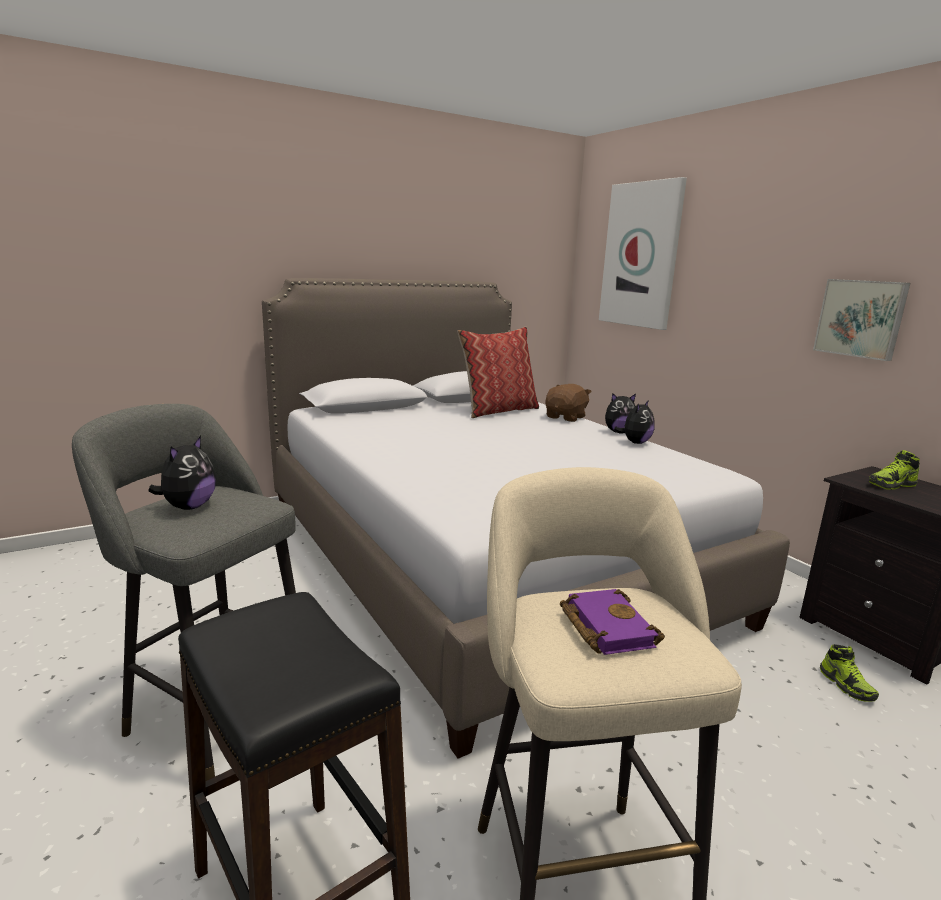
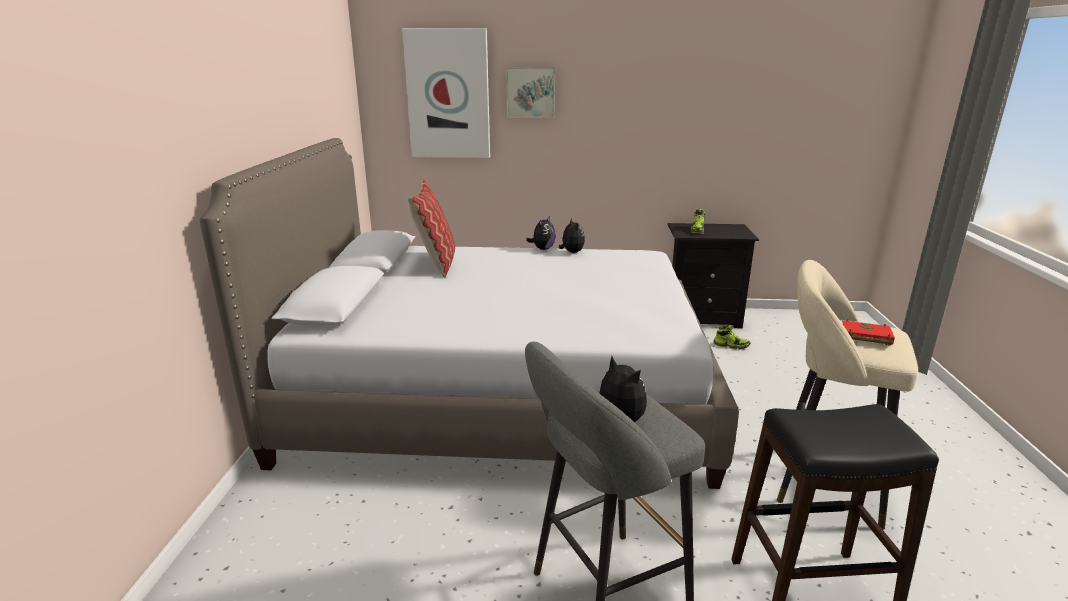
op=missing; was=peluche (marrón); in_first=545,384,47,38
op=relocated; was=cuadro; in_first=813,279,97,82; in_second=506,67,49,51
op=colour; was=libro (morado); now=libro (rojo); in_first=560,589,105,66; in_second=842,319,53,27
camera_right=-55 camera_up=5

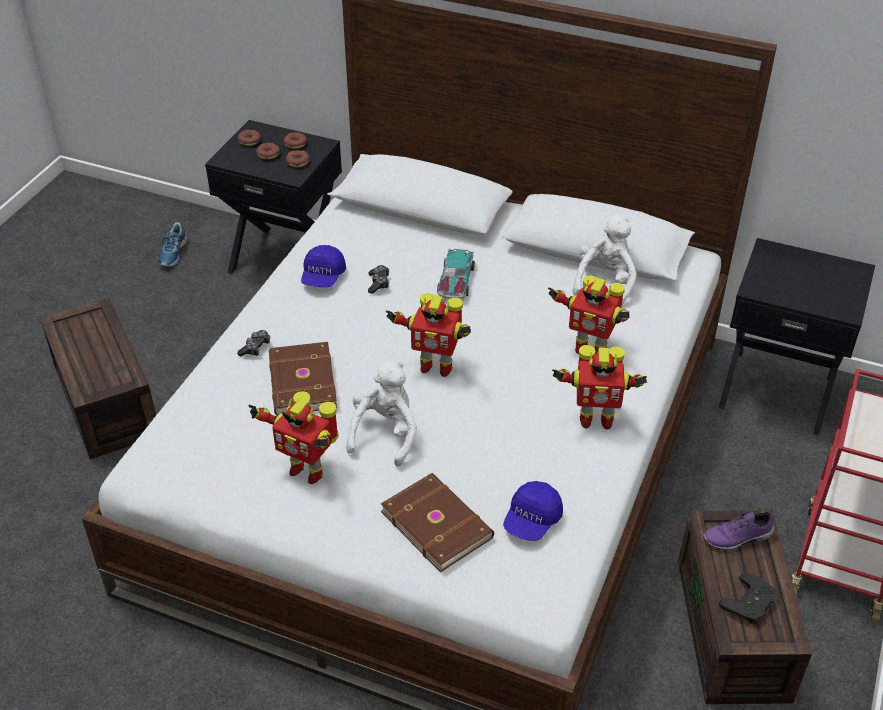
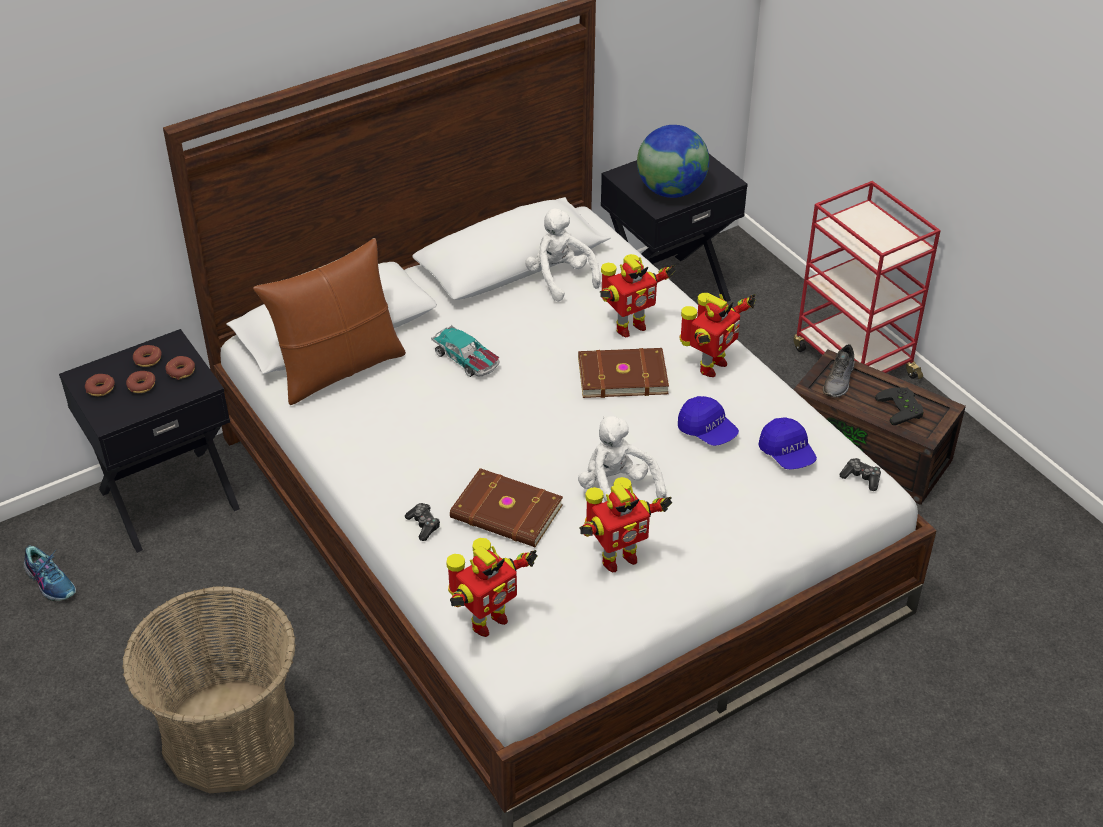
op=appeared; now=cojín (marrón); in_second=253,238,153,167
op=appeared; now=globo terráqueo; in_second=637,125,72,73
op=relocated; was=gorra (azul); in_first=301,245,45,42; in_second=678,396,61,50
op=relocated; was=mando de consola; in_first=368,265,21,29; in_second=840,458,41,33
op=relocated; was=libro (marrón); in_first=381,473,113,99; in_second=578,348,91,50
op=relocated; was=robot de juguete; in_first=385,293,86,84; in_second=446,538,92,99
op=exchanged; was=caja de almacenaje (marrón); now=cesta; in_first=40,298,116,161; in_second=122,586,174,208
op=colour; was=zapato (morado); now=zapato (gris); in_first=703,511,71,39; in_second=823,344,32,53
camera_right=-55 camera_up=0

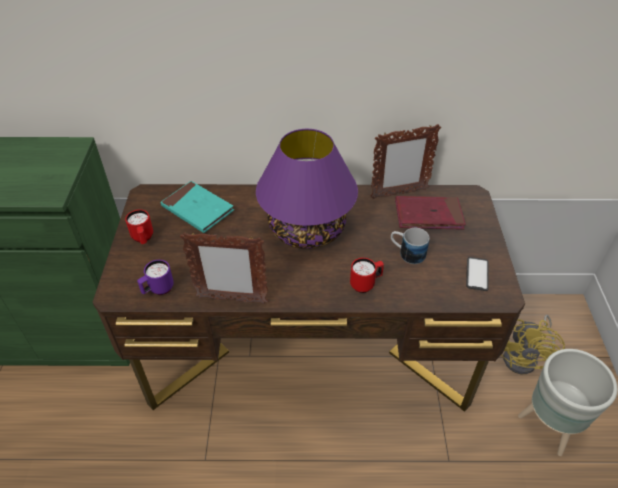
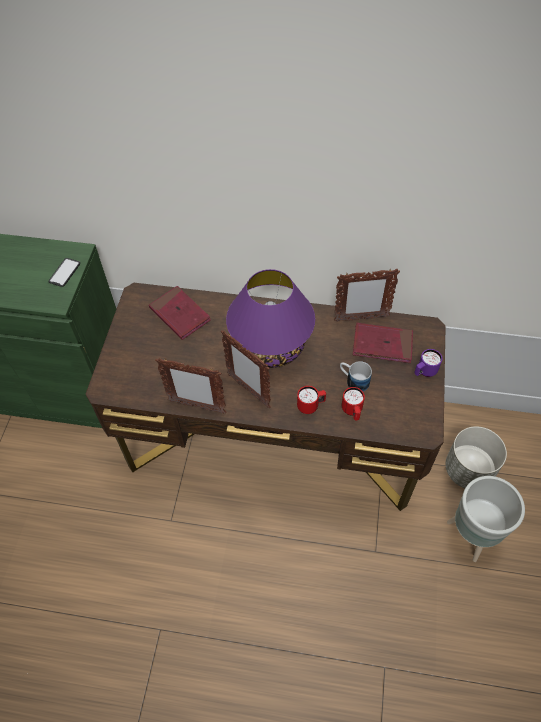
op=appeared; now=portarretratos; in_second=221,330,50,78
op=relocated; was=taza grande (rojo); in_first=125,210,28,34; in_second=342,387,23,34
op=relocated; was=taza grande (morado); in_first=137,260,37,35; in_second=414,349,28,28
op=relocated; was=móvil; in_first=466,257,23,34; in_second=49,258,31,29
op=exchanged; was=ventilador (amarillo); now=maceta (gris); in_first=501,315,64,59; in_second=445,426,62,62
op=colour; was=libro (turquesa); now=libro (rojo); in_first=160,181,74,52; in_second=149,286,62,54
camera_right=10 camera_up=10

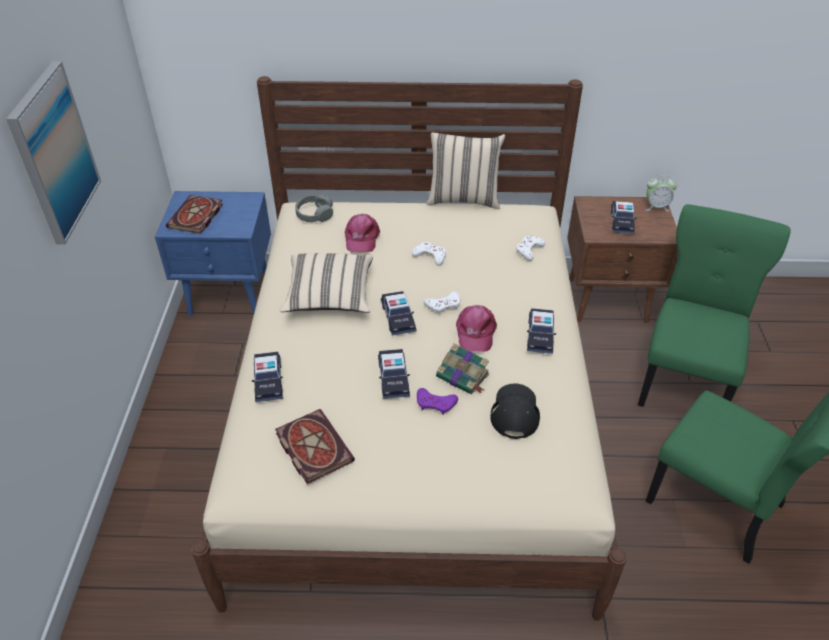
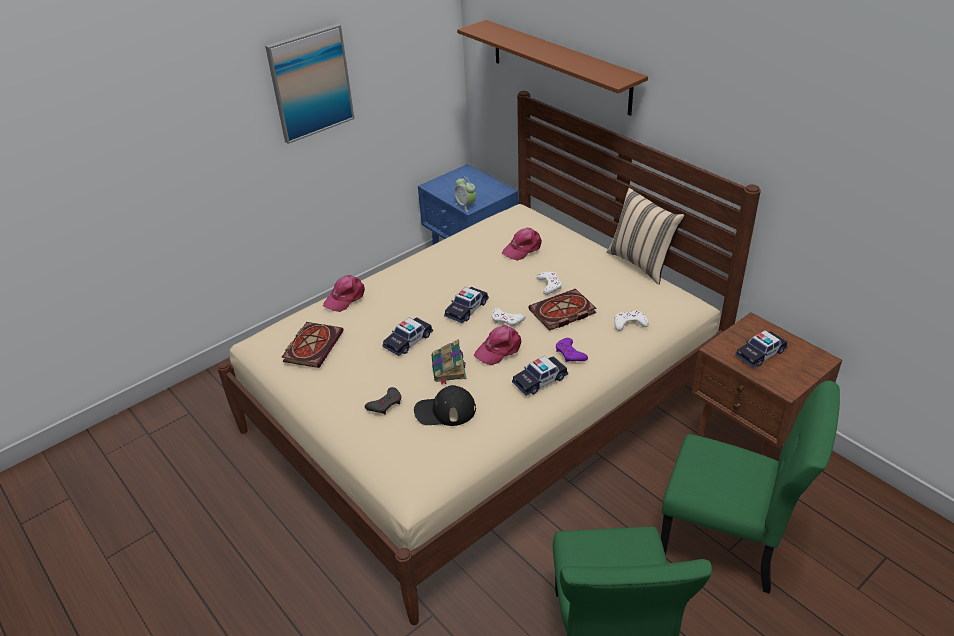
op=missing; was=cojín (beis); in_first=280,253,93,60
op=missing; was=auriculares (gris); in_first=295,194,38,28
op=appeared; now=mando de consola (gris); in_second=365,387,36,27
op=appeared; now=estante (marrón); in_second=457,20,191,96
op=relocated; was=libro; in_first=166,195,57,39; in_second=528,289,69,42
op=relocated; was=mando de consola (morado); in_first=417,388,41,27; in_second=556,338,32,24
op=relocated; was=despertador; in_first=646,175,31,37; in_second=455,177,21,35
op=exchanged; was=coche de juguete; now=gorra (rosa); in_first=252,352,31,50; in_second=323,275,42,37
op=spun; was=gorra (negro); in_first=490,383,50,56; in_second=414,385,62,41; clockwise=-150
op=spun; was=silla (verde); in_first=638,204,153,203; in_second=661,381,179,213; clockwise=45
camera_right=50 camera_up=-5

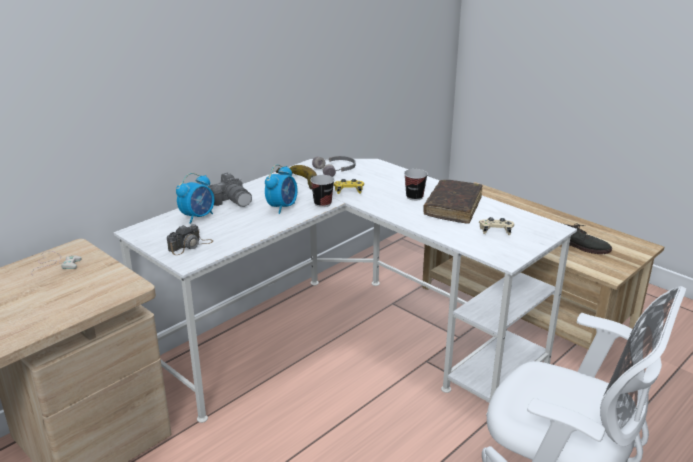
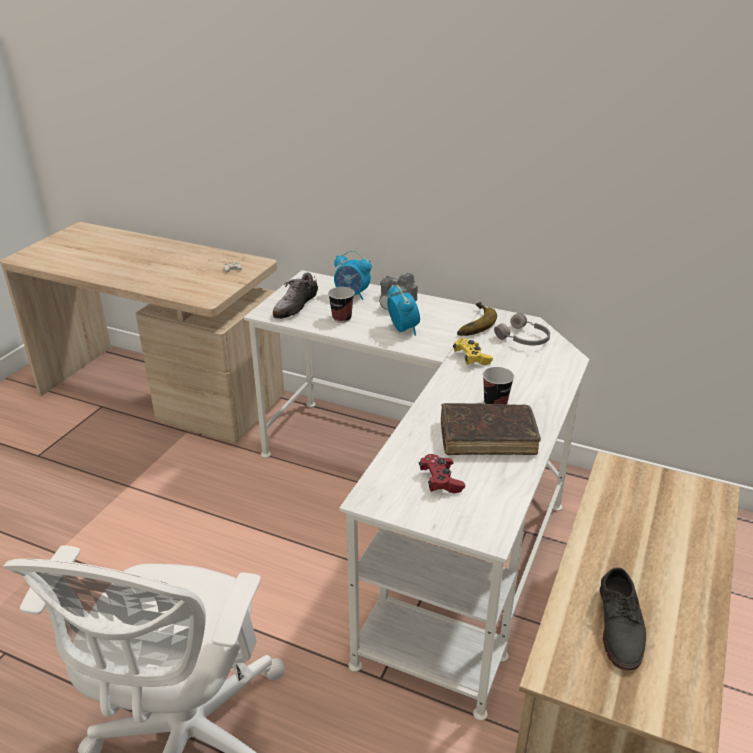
op=relocated; was=taza; in_first=310,175,24,32; in_second=328,287,26,36
op=exchanged; was=cámara; now=zapato; in_first=167,224,46,31; in_second=273,273,45,46
op=colour; was=mando de consola (beis); now=mando de consola (rojo); in_first=479,217,35,18; in_second=419,454,46,39
op=spun; was=despertador; in_first=265,164,33,50; in_second=387,285,33,51; clockwise=-120
camera_right=70 camera_up=5

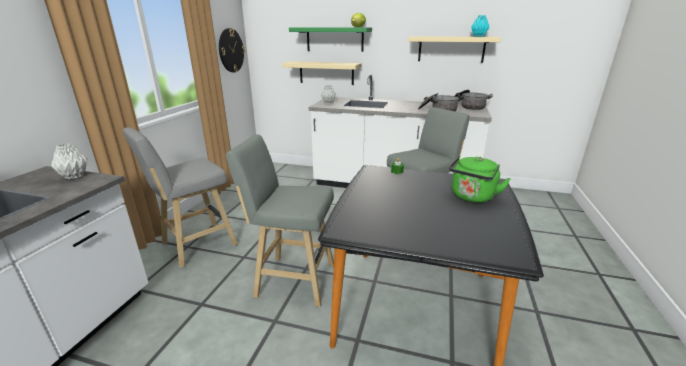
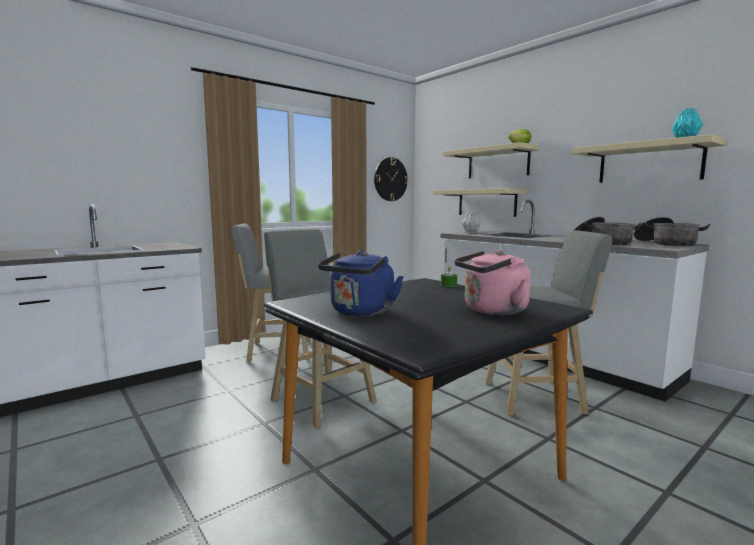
op=missing; was=florero (gris); in_first=51,143,37,36
op=appeared; now=hervidor (azul); in_second=318,250,86,66
op=colour; was=estante (verde); now=estante (beis); in_first=289,27,83,25; in_second=443,142,98,36
op=colour; was=hervidor (verde); now=hervidor (rosa); in_first=449,156,61,47; in_second=454,250,77,65
camera_right=35 camera_up=-15

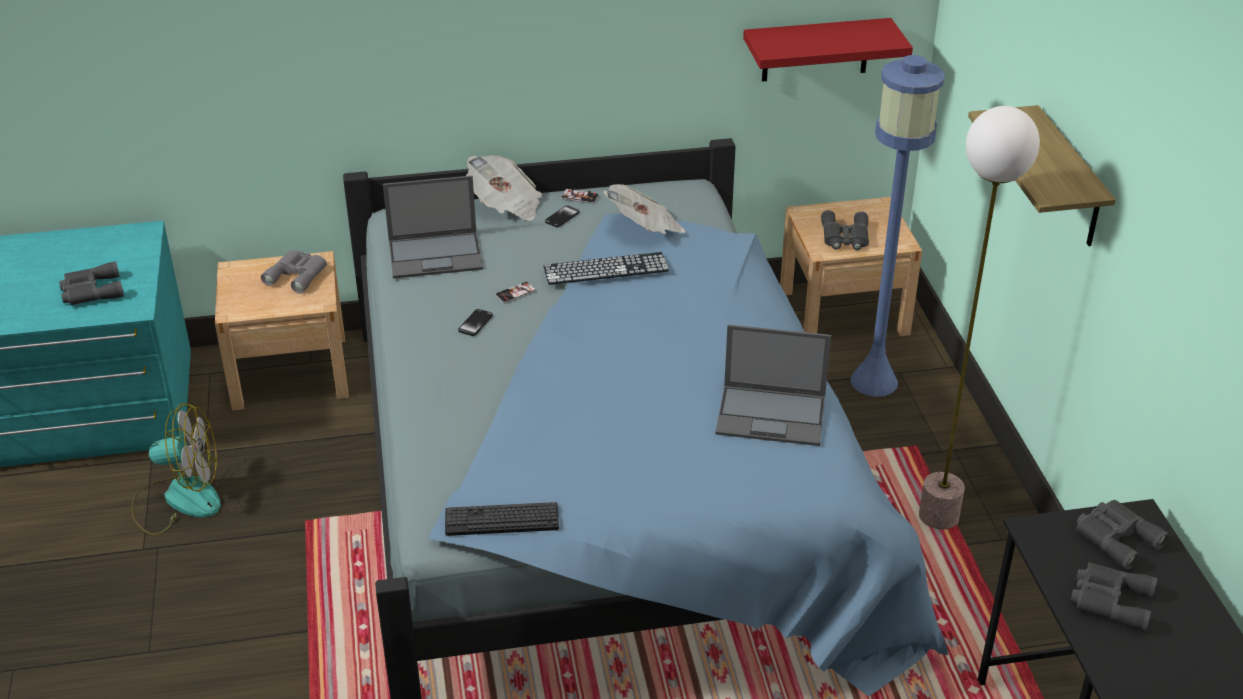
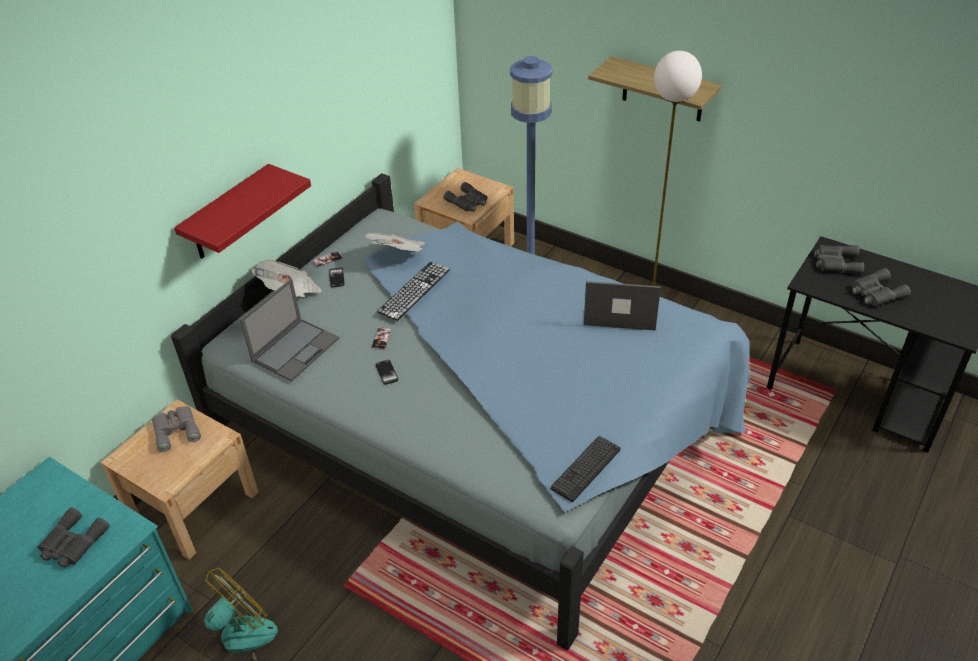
op=relocated; was=estante (rojo); in_first=743,18,170,64; in_second=174,164,137,95
op=spun; was=portátil; in_first=715,324,116,122; in_second=584,281,77,49; clockwise=-135
camera_right=-45 camera_up=5

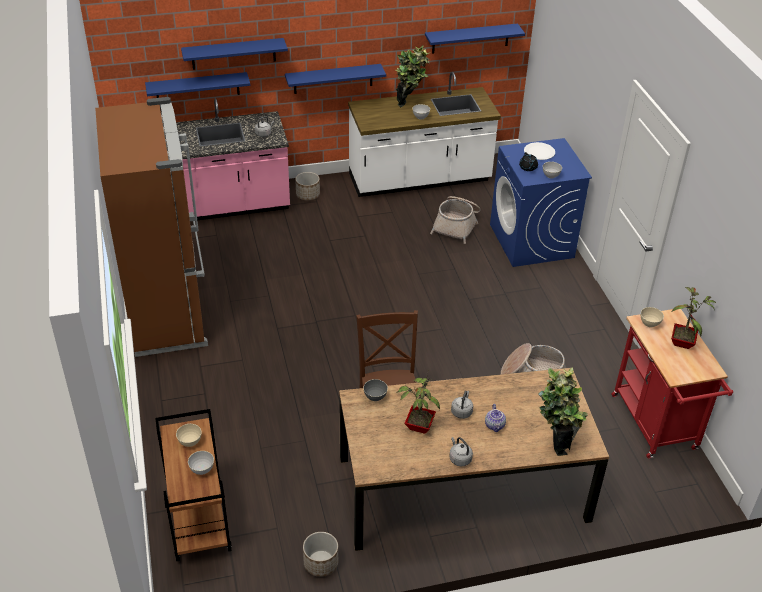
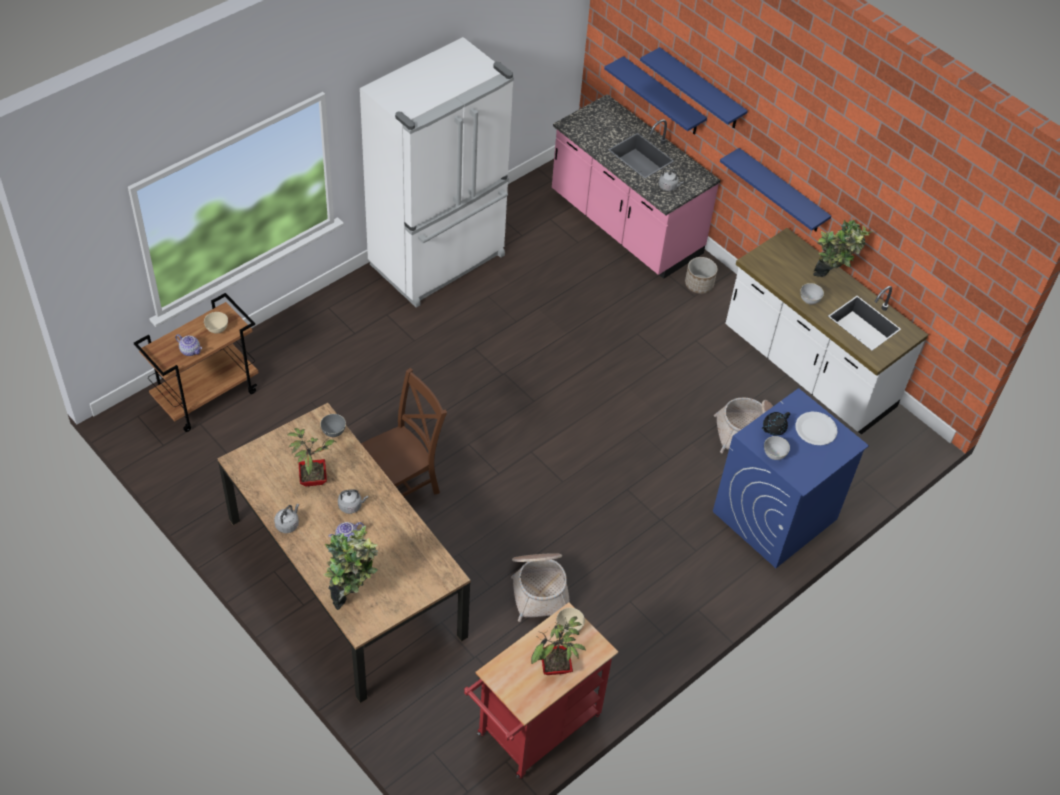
op=missing; was=maceta; in_first=303,532,35,45
op=missing; was=estante (azul); in_first=425,24,100,30
op=exchanged; was=cuenco (gris); now=tetera; in_first=188,451,26,24; in_second=175,334,27,22
op=colour; was=nevera (marrón); now=nevera (blanco); in_first=95,97,113,260; in_second=360,37,154,271
camera_right=60 camera_up=10

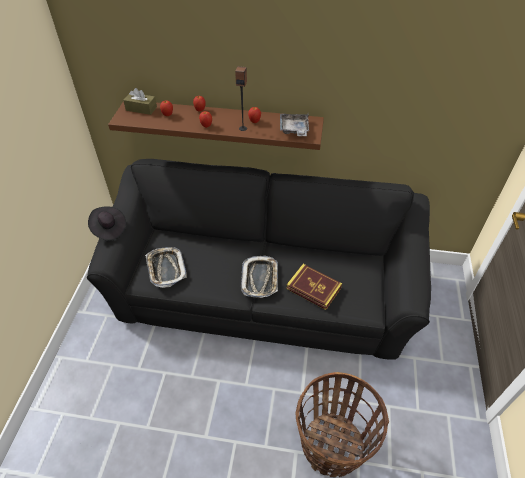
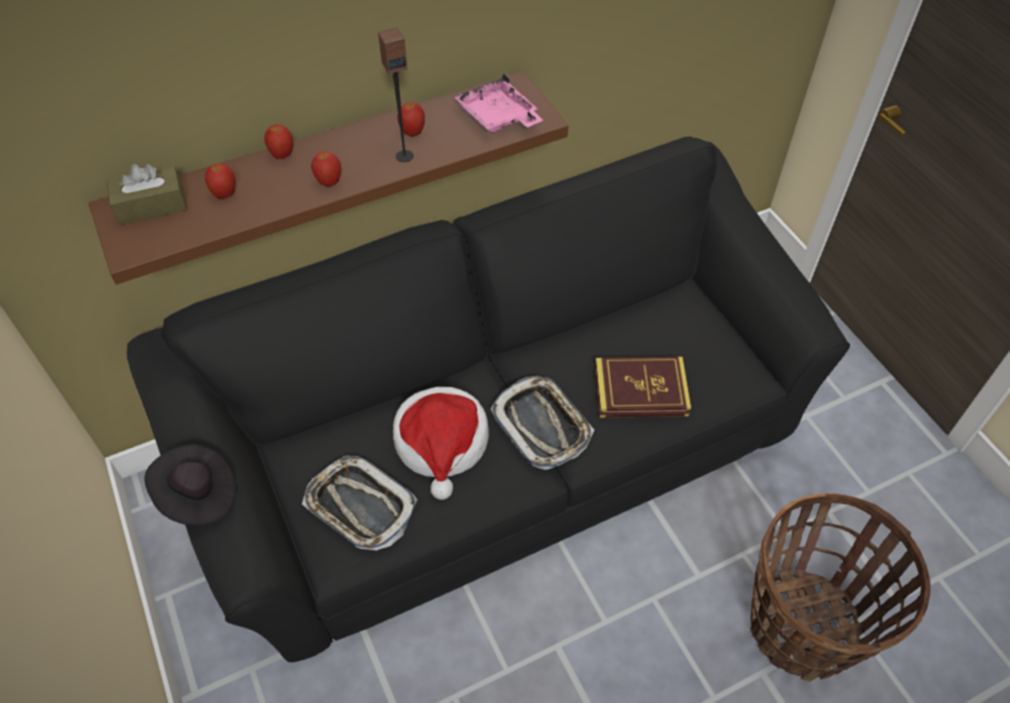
op=appeared; now=sombrero; in_second=393,387,96,113
op=colour; was=bandeja (gris); now=bandeja (rosa); in_first=280,114,29,22; in_second=454,73,89,60
camera_right=-35 camera_up=5

